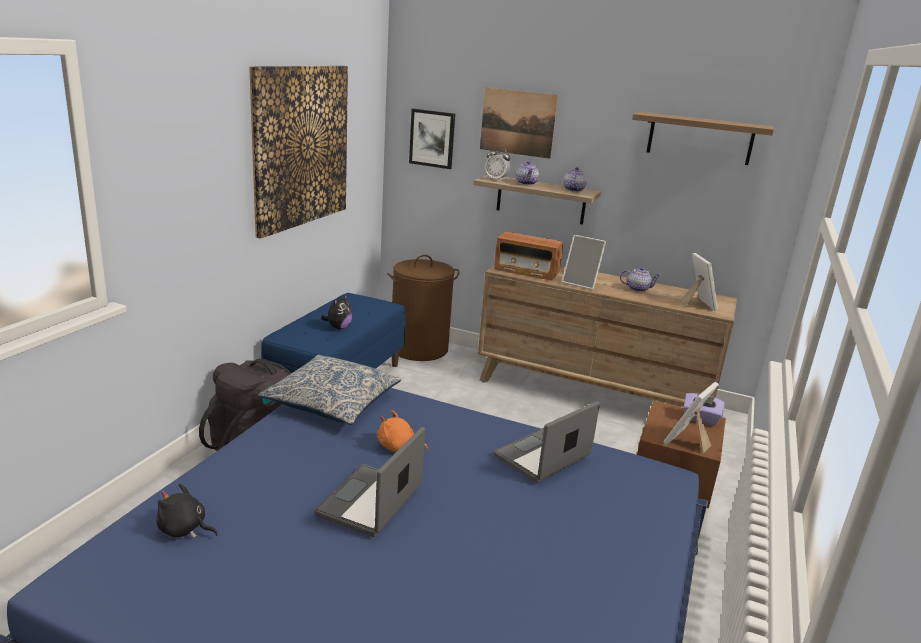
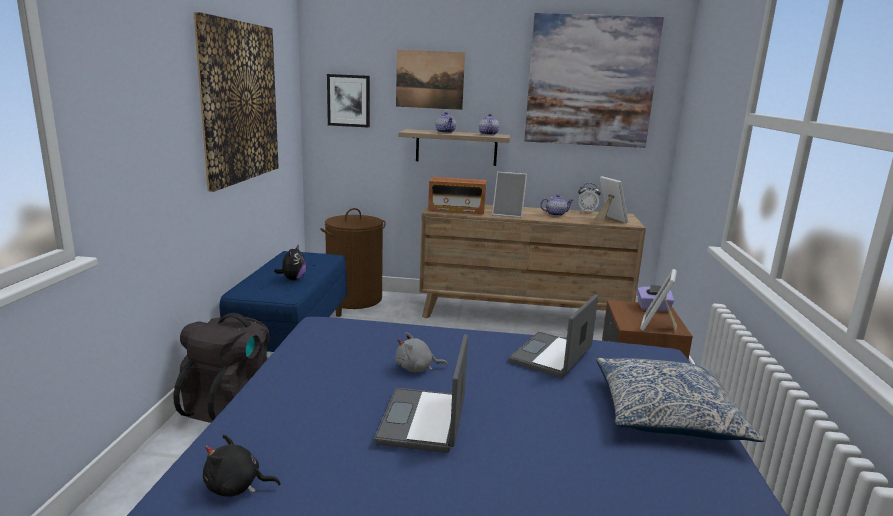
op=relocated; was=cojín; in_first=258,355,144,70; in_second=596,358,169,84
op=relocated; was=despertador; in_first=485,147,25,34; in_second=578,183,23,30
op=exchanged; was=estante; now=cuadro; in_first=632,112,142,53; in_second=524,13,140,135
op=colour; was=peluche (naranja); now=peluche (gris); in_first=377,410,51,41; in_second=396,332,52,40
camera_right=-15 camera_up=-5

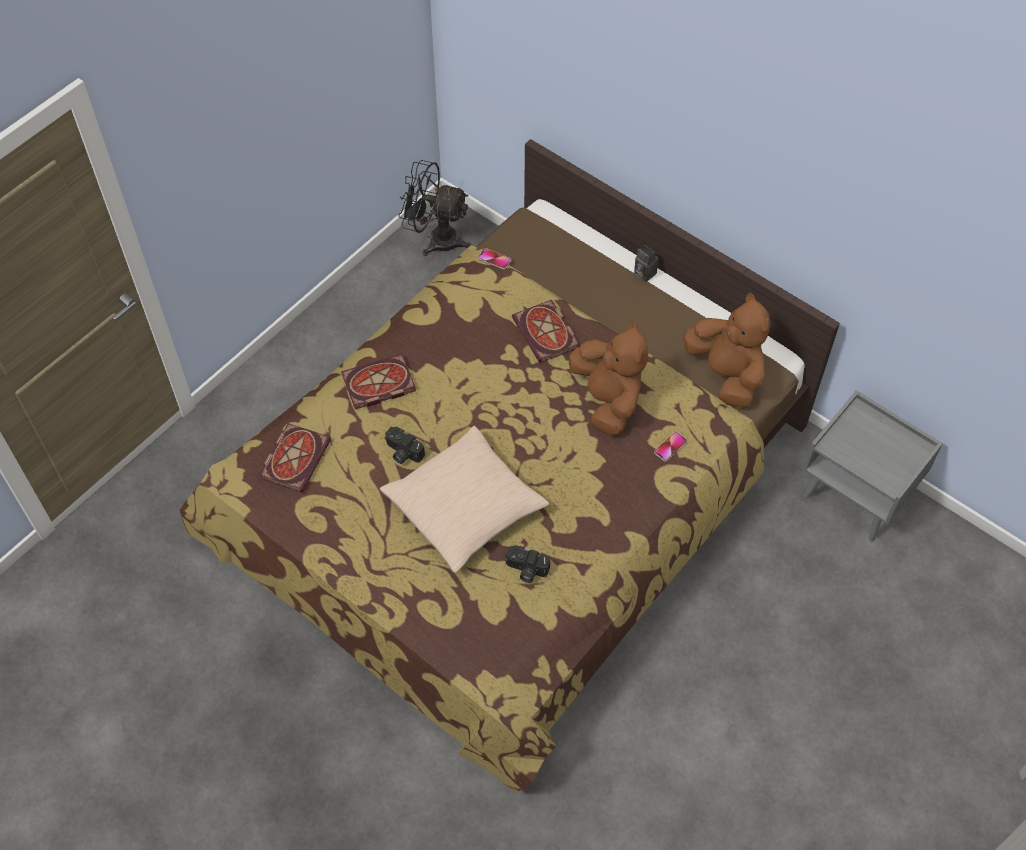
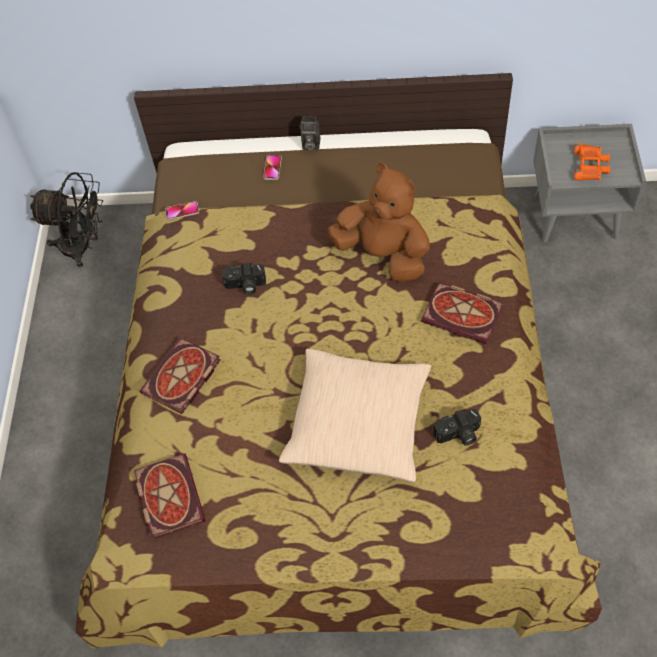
op=missing; was=peluche (marrón); in_first=684,293,86,115
op=appeared; now=prismáticos (naranja); in_second=574,143,36,38
op=relocated; was=cámara; in_first=385,427,40,37; in_second=222,263,44,32
op=relocated; was=libro; in_first=512,300,67,63; in_second=421,282,82,62
op=relocated; was=móvil; in_first=654,432,33,30; in_second=263,155,19,25
op=spun; was=ventilador (negro); in_first=398,160,73,96; in_second=30,172,73,95; clockwise=-150
camera_right=-35 camera_up=0

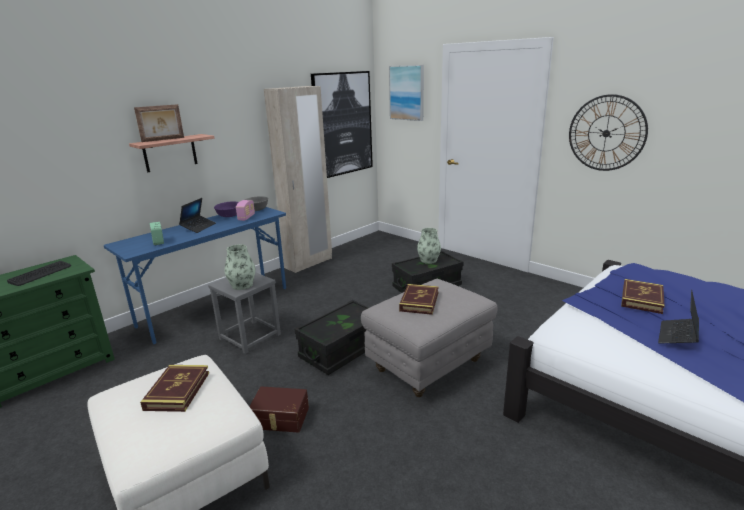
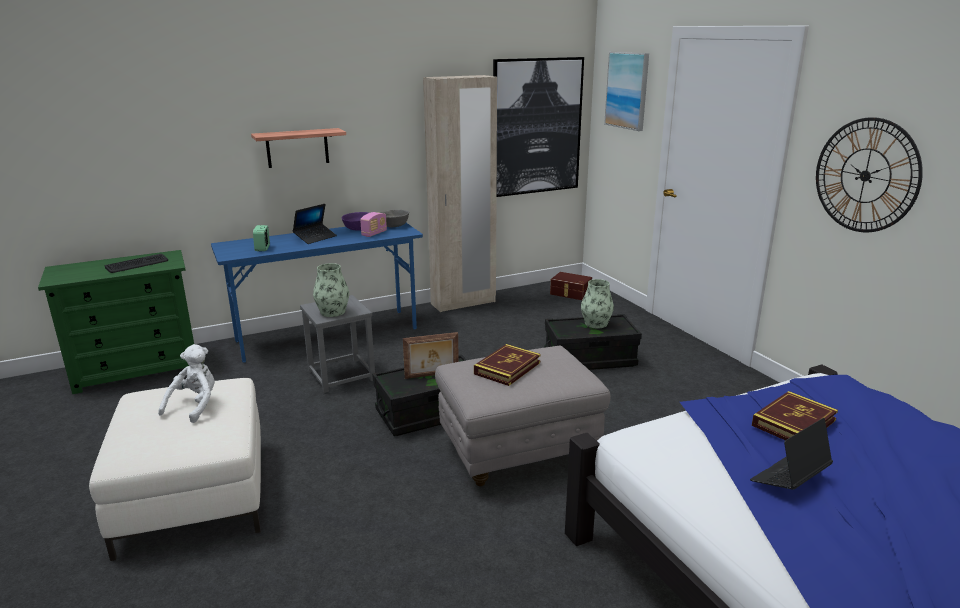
op=relocated; was=portarretratos; in_first=134,104,50,38; in_second=403,332,56,47
op=relocated; was=caja de almacenaje (marrón); in_first=249,386,60,47; in_second=550,272,42,28
op=exchanged; was=libro; now=peluche (blanco); in_first=140,365,69,47; in_second=158,344,57,79
camera_right=20 camera_up=0

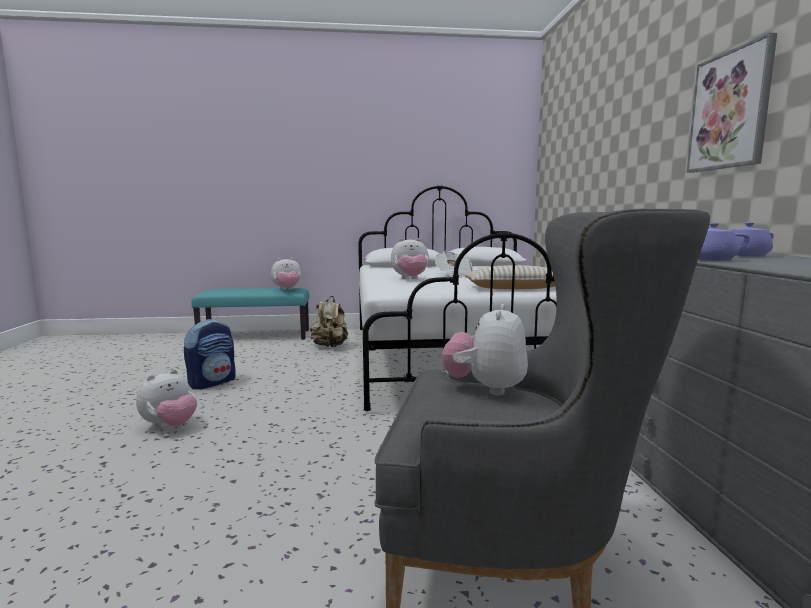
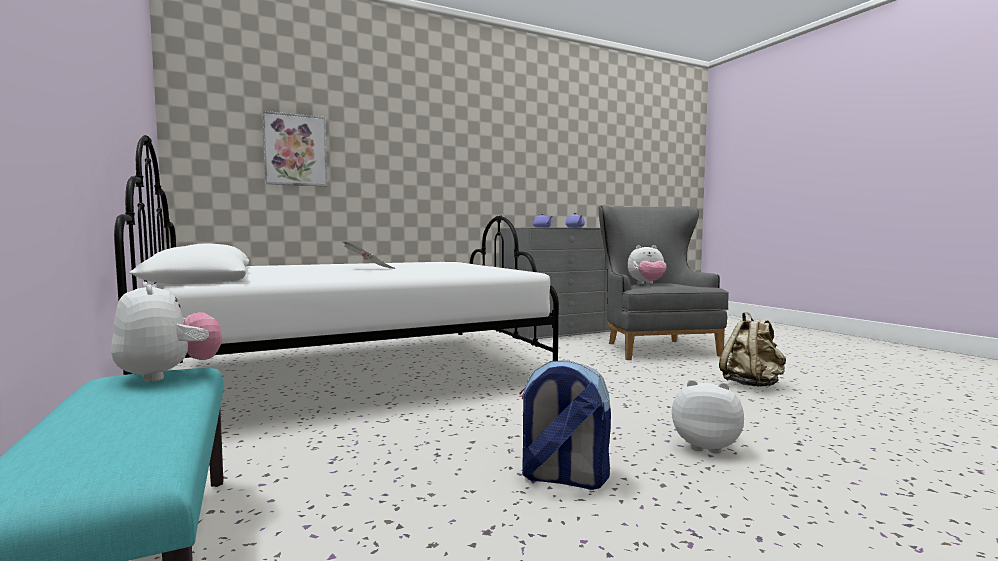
op=missing; was=peluche; in_first=391,238,38,41
op=missing; was=cojín (beis); in_first=464,265,91,24
op=relocated; was=mochila (beis); in_first=310,296,38,51; in_second=719,312,67,75
op=relocated; was=cuadro; in_first=686,33,91,140; in_second=263,111,64,76
camera_right=-110 camera_up=-5

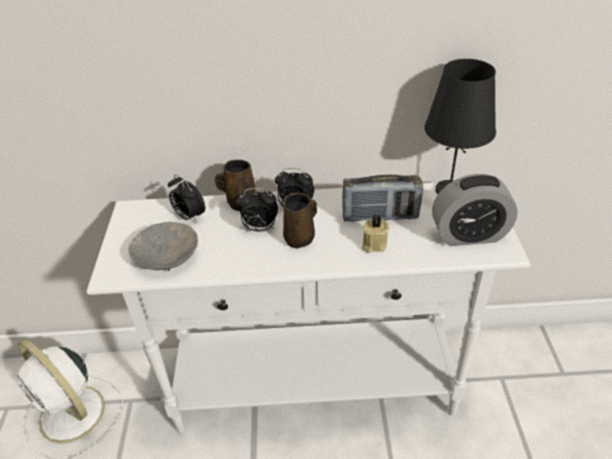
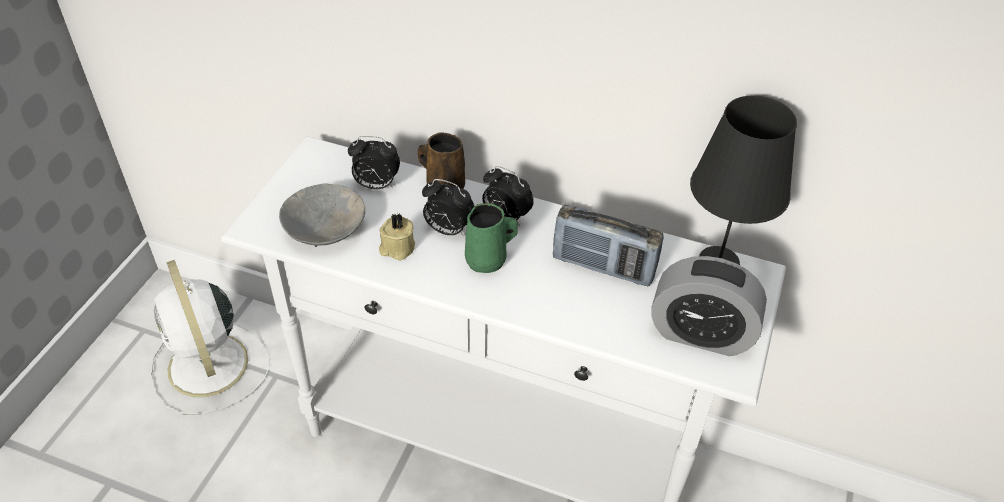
op=relocated; was=vela (beis); in_first=362,215,27,38; in_second=379,213,36,48
op=colour; was=taza grande (marrón); now=taza grande (verde); in_first=283,193,34,55; in_second=465,203,52,70
op=spun; was=despertador; in_first=168,175,37,48; in_second=348,136,52,53; clockwise=-60
camera_right=20 camera_up=5

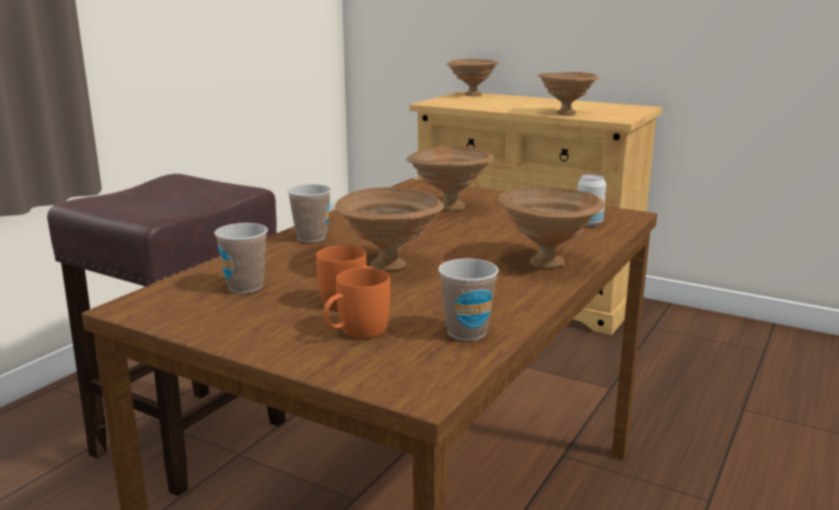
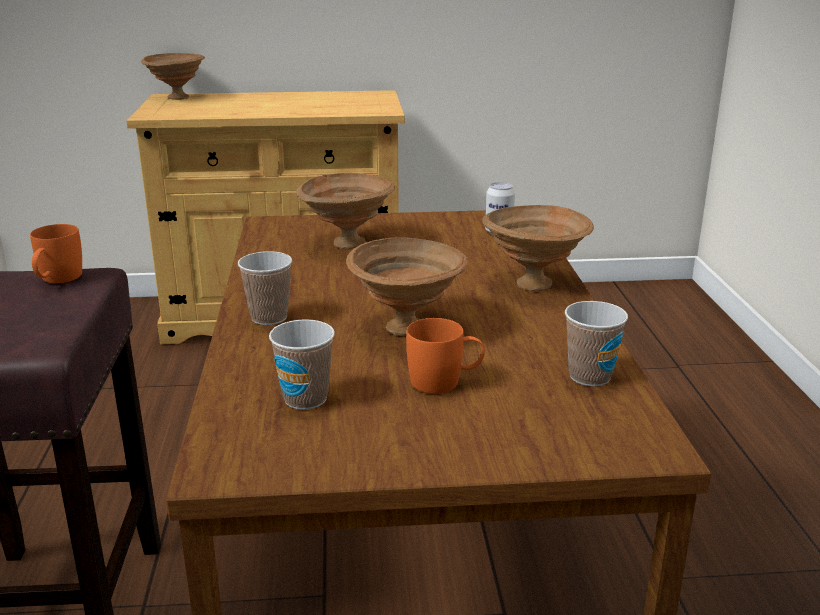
op=missing; was=cuenco (marrón); in_first=538,72,61,43
op=relocated; was=taza grande (naranja); in_first=323,268,67,70; in_second=30,224,52,59
camera_right=-35 camera_up=5

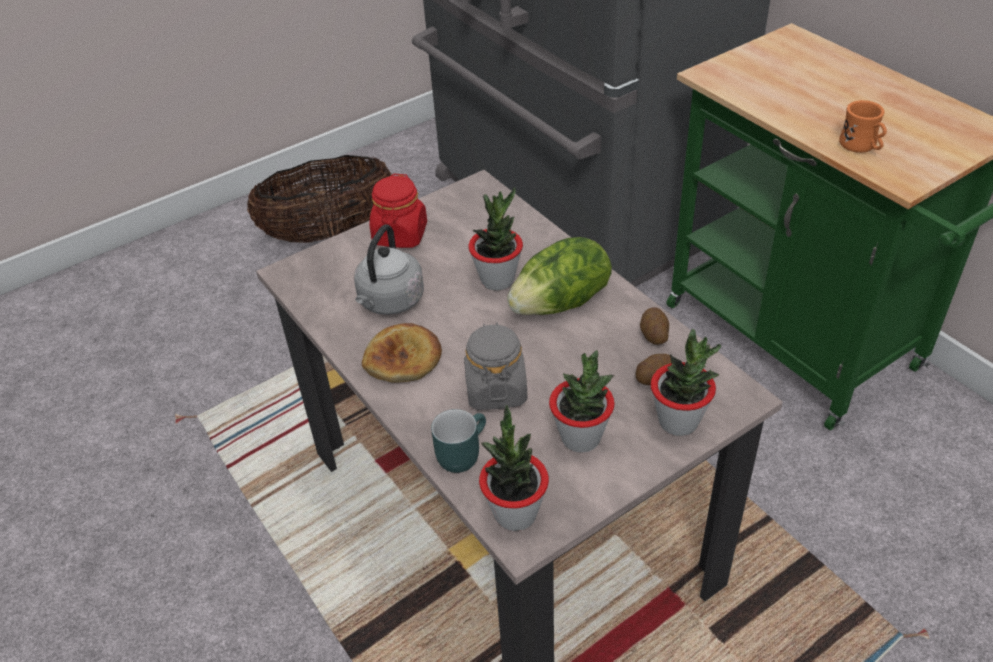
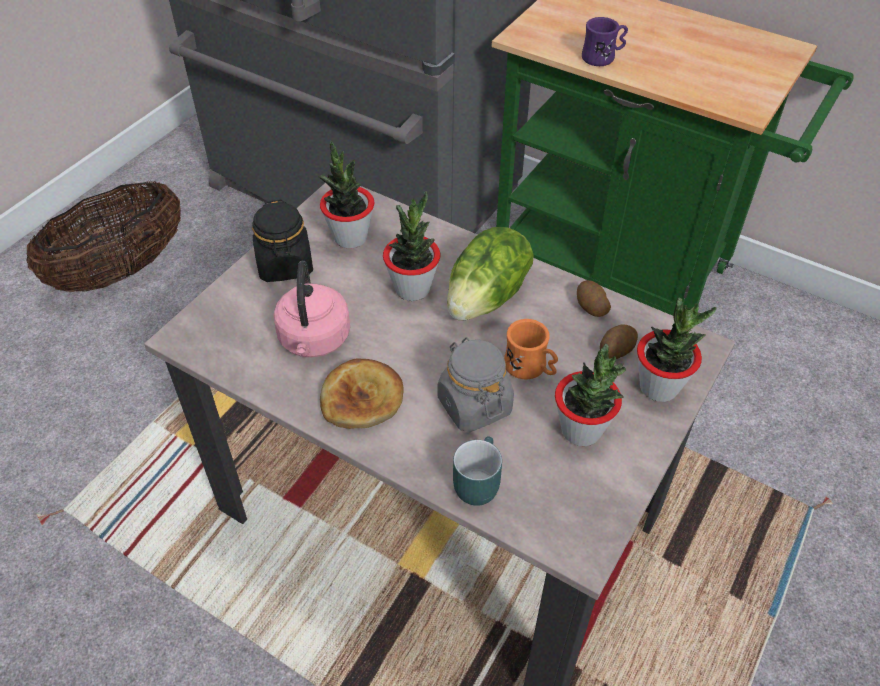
op=appeared; now=taza grande (morado); in_second=582,17,46,49
op=relocated; was=planta en maceta; in_first=479,405,70,126; in_second=318,141,56,108
op=relocated; was=taza grande (naranja); in_first=839,100,48,53; in_second=504,319,54,61
op=colour; was=hervidor (gris); now=hervidor (rosa); in_first=354,224,70,91; in_second=274,260,76,98
op=colour; was=tarro (rojo); now=tarro (negro); in_first=369,174,58,74; in_second=252,199,61,83
camera_right=-25 camera_up=5

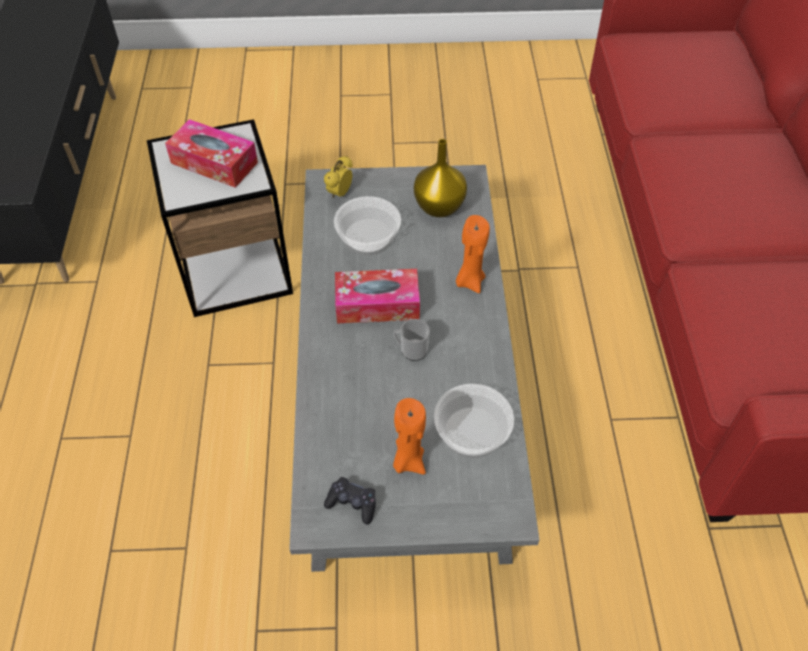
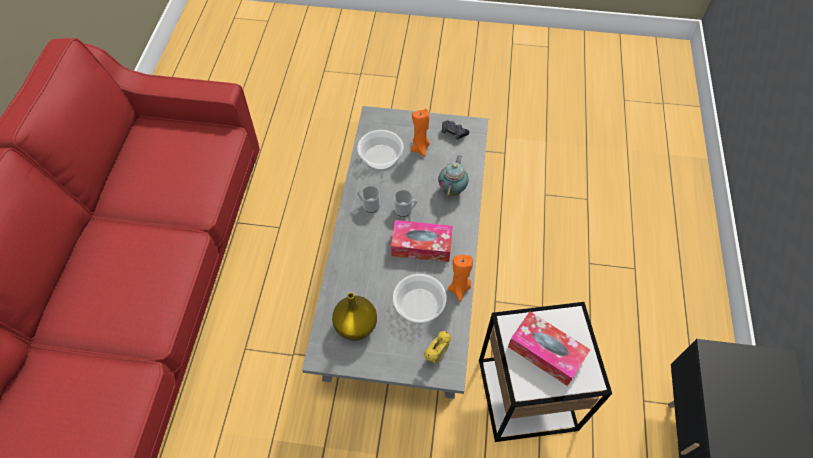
op=appeared; now=taza grande; in_second=357,186,23,27
op=appeared; now=tetera; in_second=438,155,31,43
op=relocated; was=vela (naranja); in_first=456,215,34,78; in_second=448,255,25,47
camera_right=-170 camera_up=5

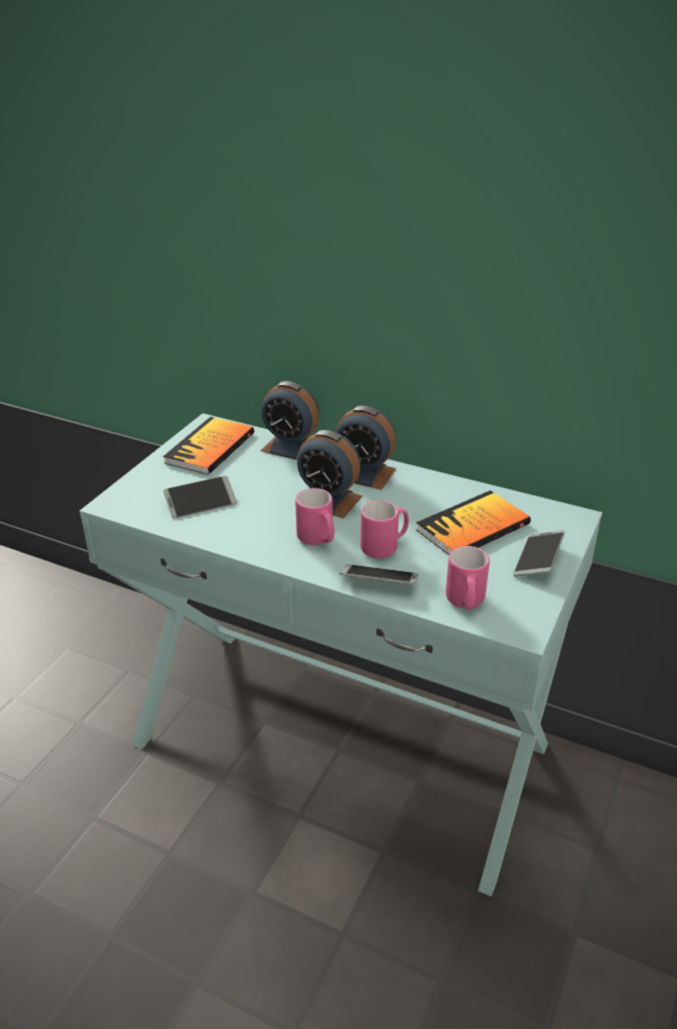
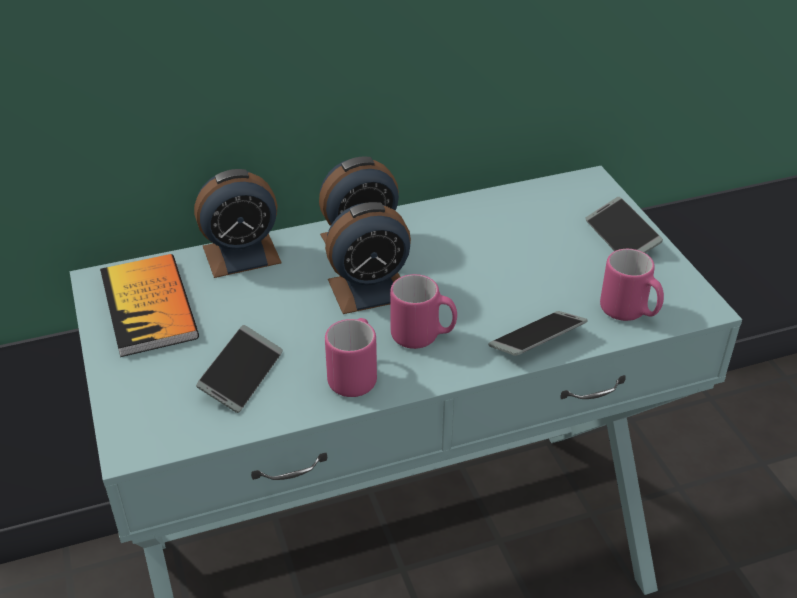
op=missing; was=libro; in_first=416,491,115,64
op=relocated; was=taza grande (rosa); in_first=360,500,49,58; in_second=325,318,52,79
camera_right=-45 camera_up=5

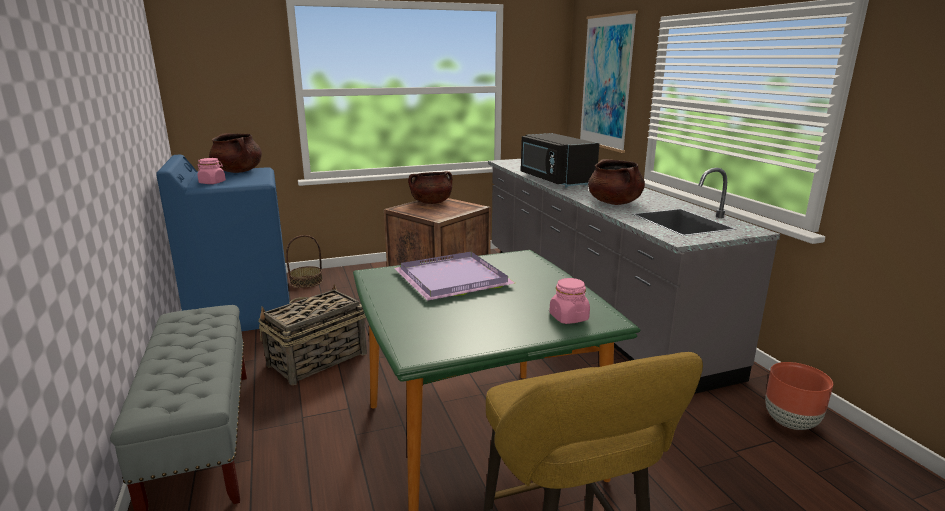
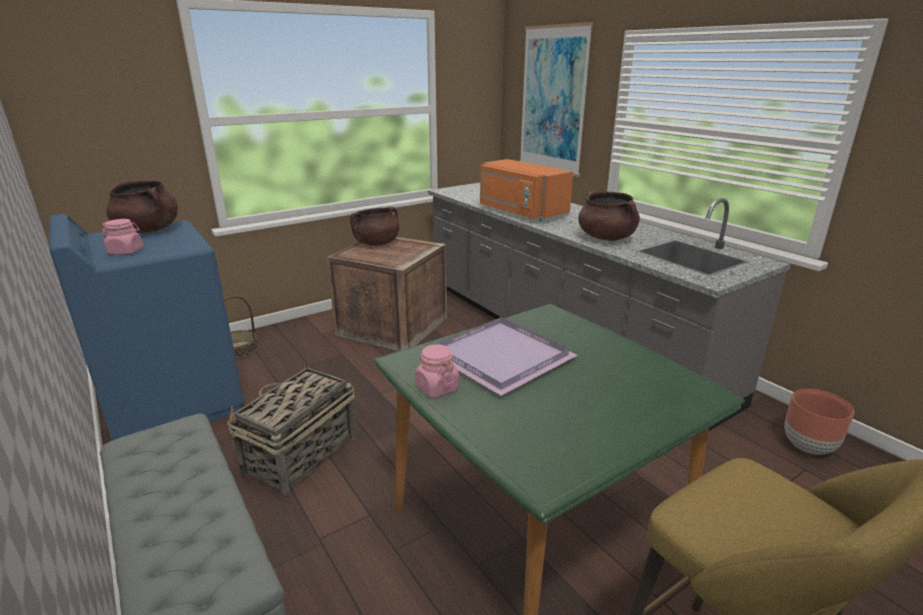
op=relocated; was=tarro (rosa); in_first=549,278,41,46; in_second=415,344,44,54
op=colour; was=microondas (negro); now=microondas (naranja); in_first=521,133,78,55; in_second=480,159,93,62
camera_right=-15 camera_up=5

